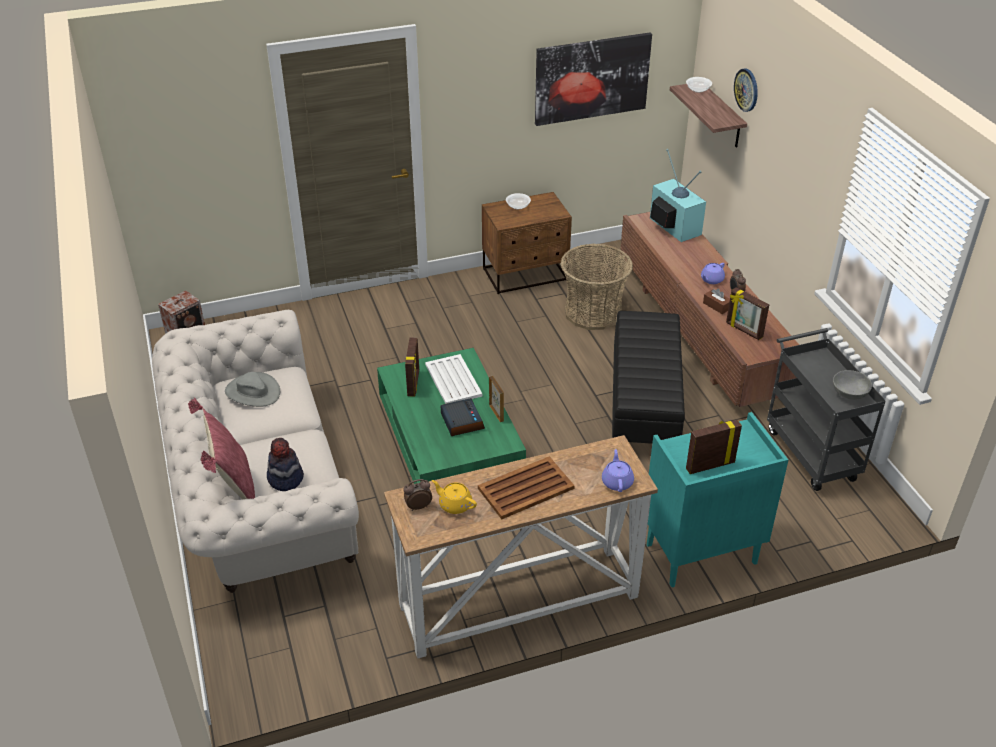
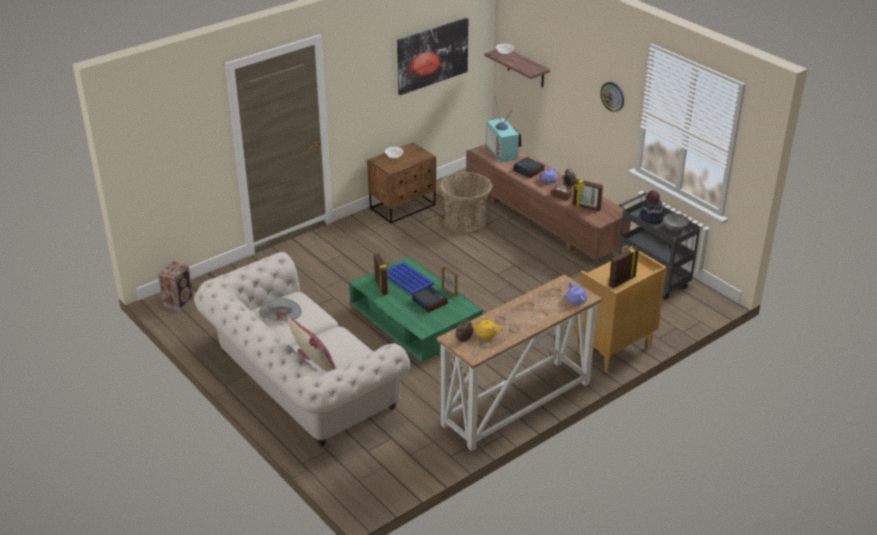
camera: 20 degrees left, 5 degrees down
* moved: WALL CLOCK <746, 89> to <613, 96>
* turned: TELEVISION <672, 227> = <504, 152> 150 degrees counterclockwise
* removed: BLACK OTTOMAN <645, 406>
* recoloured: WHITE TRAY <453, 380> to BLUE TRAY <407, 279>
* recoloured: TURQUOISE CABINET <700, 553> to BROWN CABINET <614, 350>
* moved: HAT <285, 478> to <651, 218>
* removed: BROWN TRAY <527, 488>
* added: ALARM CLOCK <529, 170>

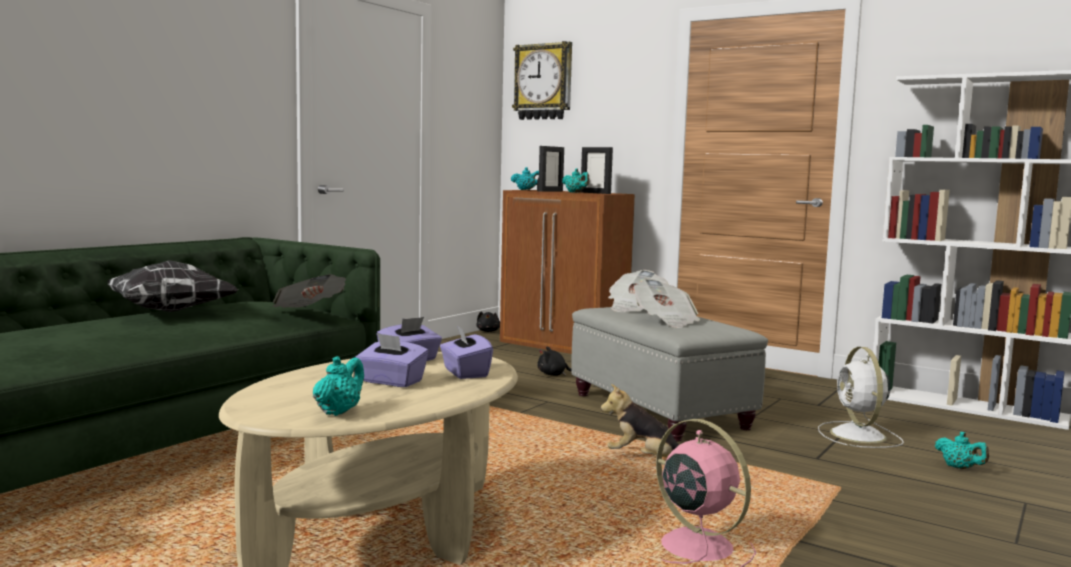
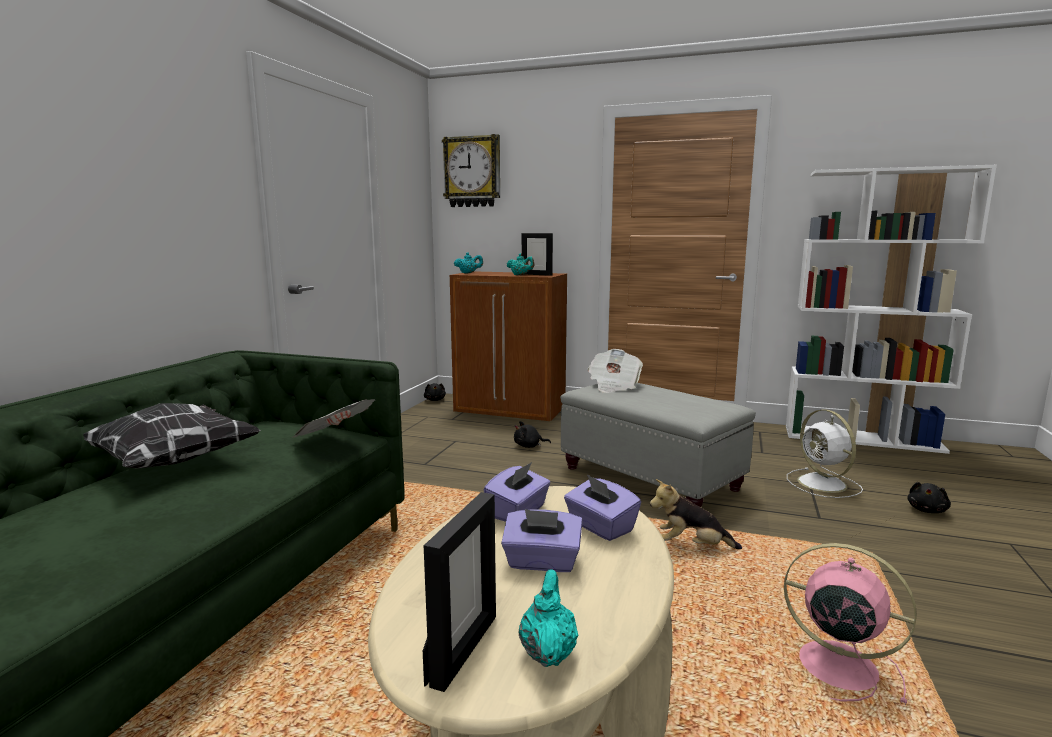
camera: 15 degrees left, 5 degrees up
* moved: PICTURE FRAME <550, 191> to <463, 648>
* removed: NEWSPAPER <665, 321>
* replaced: TURQUOISE TEAPOT <960, 468> to BLACK PLUSH TOY <927, 510>

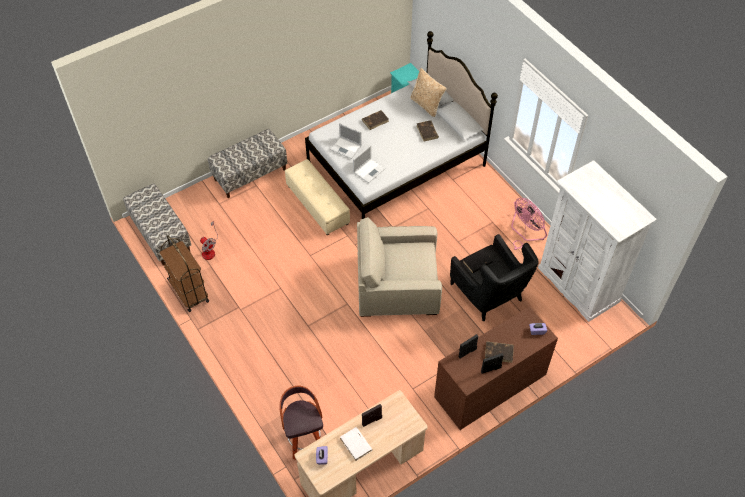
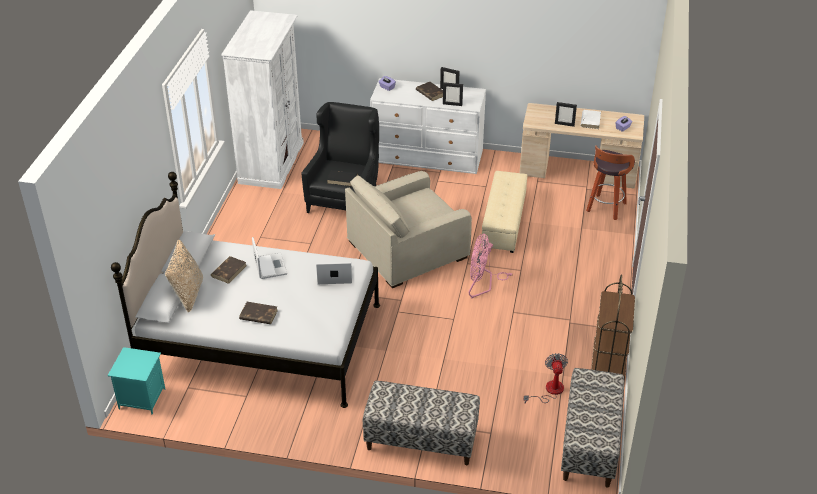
camera: 135 degrees left, 15 degrees down
* moved: LAPTOP <346, 148> to <270, 265>
* moved: BEIGE OTTOMAN <318, 204> to <503, 222>
* moved: PINK FAN <524, 232> to <483, 280>
* turned: BEIGE ARMCHAIR <396, 284> = <407, 249> 105 degrees clockwise
* recoloured: BROWN DRESSER <489, 385> to WHITE DRESSER <428, 156>

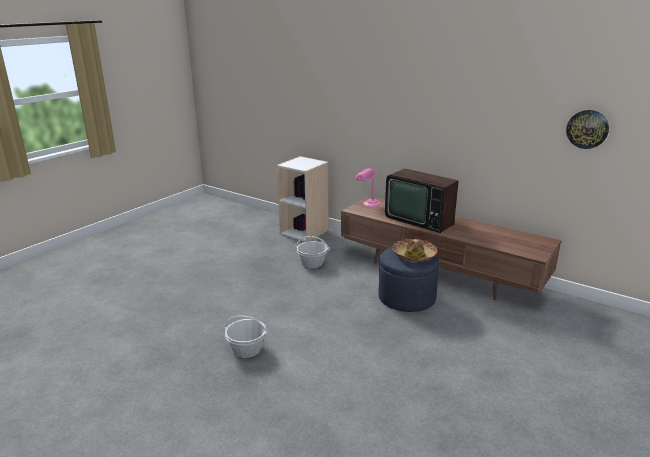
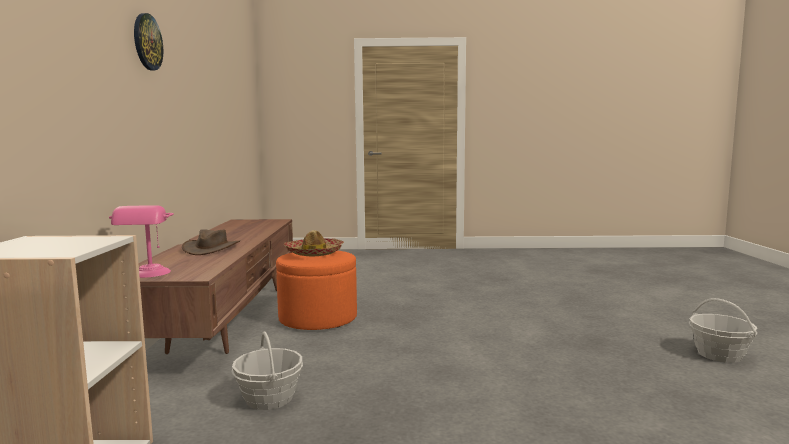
camera: 125 degrees left, 15 degrees down
* moved: WALL CLOCK <587, 129> to <147, 42>
* replaced: TELEVISION <420, 219> to BROWN HAT <211, 248>
* recoloured: BLUE OTTOMAN <406, 298> to ORANGE OTTOMAN <318, 318>
* moved: BASKET <247, 349> to <719, 355>

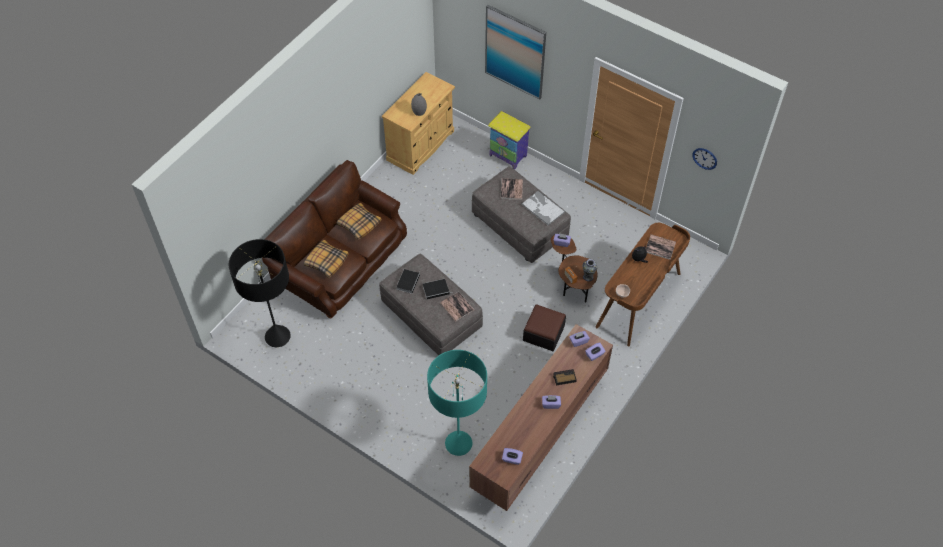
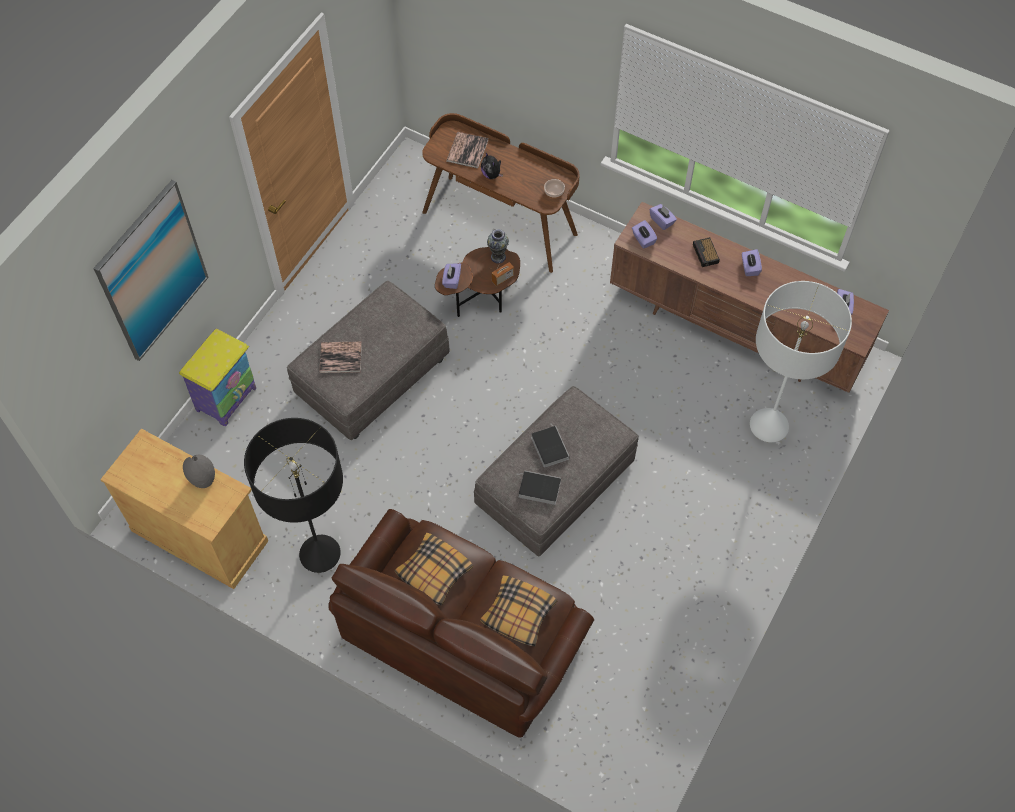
camera: 95 degrees left, 5 degrees up
* removed: WALL CLOCK <704, 158>
* removed: TRAY <542, 208>
* moved: BLACK FLOOR LAMP <278, 338> to <320, 555>
* removed: BOOK <457, 307>
* removed: OTTOMAN <543, 333>
* recoloured: TURQUOISE FLOOR LAMP <458, 444> to WHITE FLOOR LAMP <768, 427>

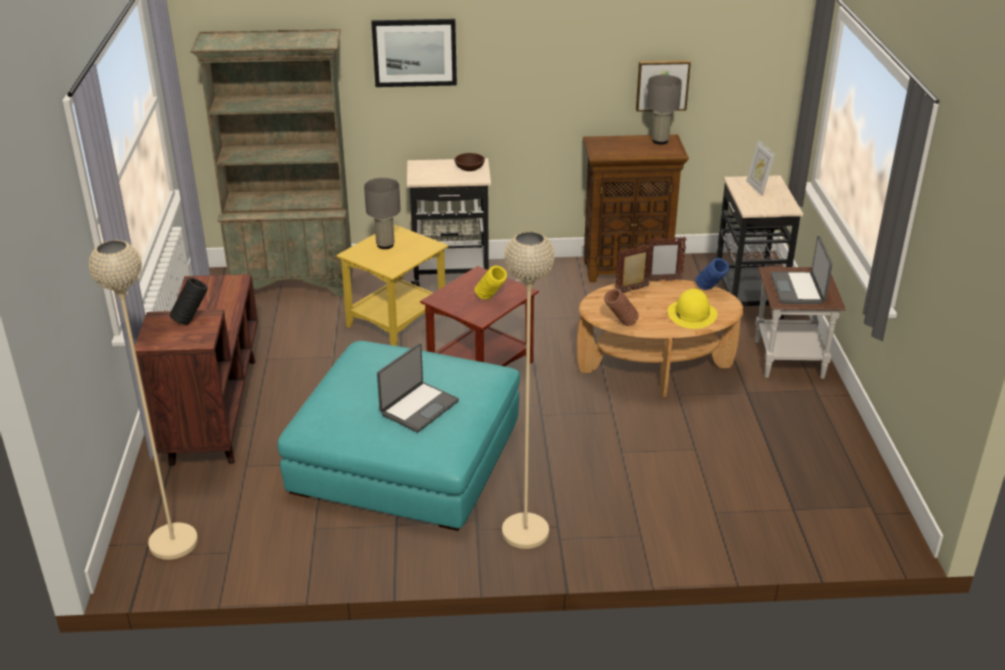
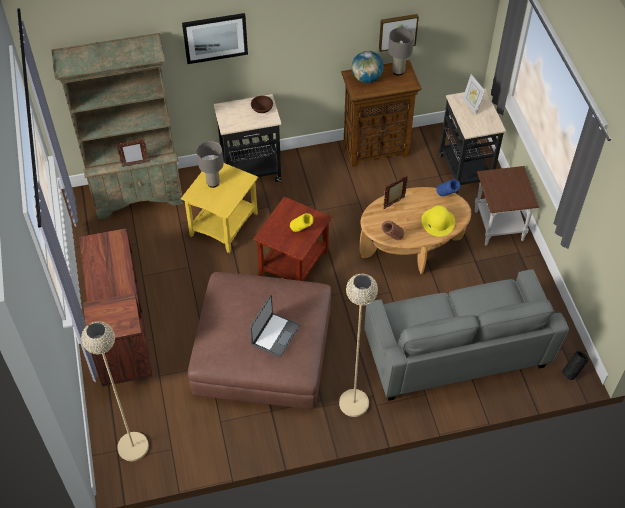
camera: 10 degrees left, 20 degrees up
* moved: PICTURE FRAME <662, 280> to <135, 164>
* removed: LAPTOP <798, 289>
* moved: BLACK VASE <192, 320> to <572, 372>
* recoloured: TURQUOISE OTTOMAN <406, 456> to BROWN OTTOMAN <263, 351>
* added: GLOBE <367, 78>
* added: GREY SOFA <456, 354>

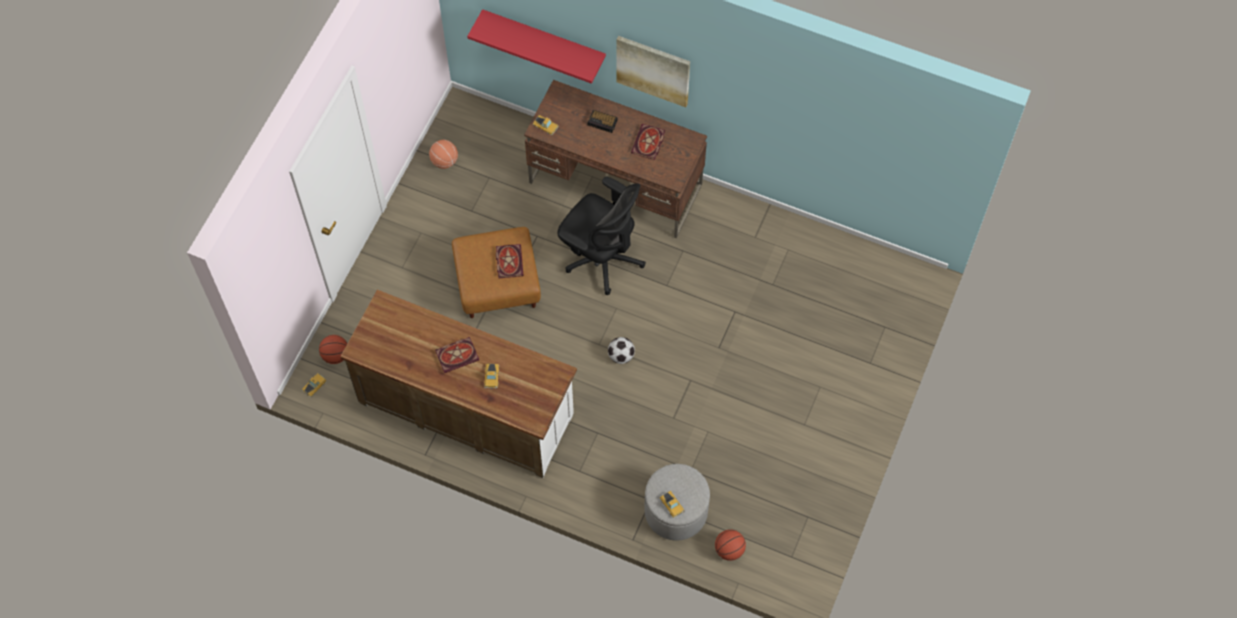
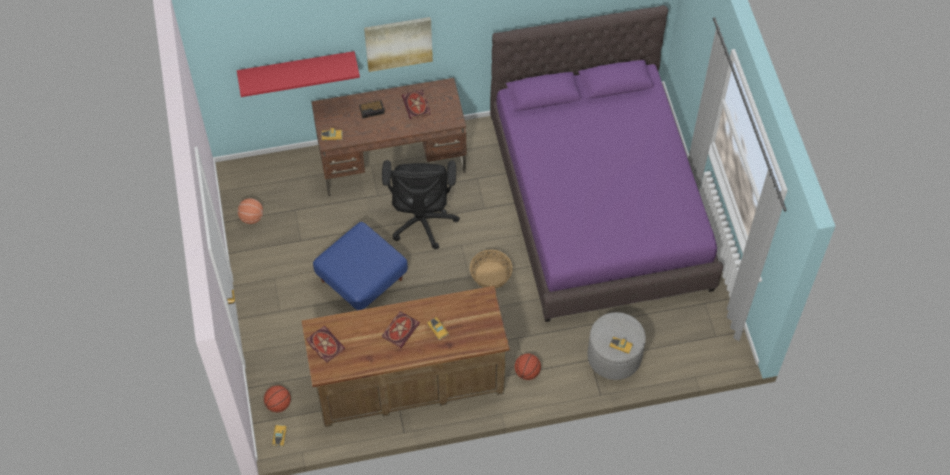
camera: 35 degrees left, 5 degrees down
* turned: BLACK OFFICE CHAIR <600, 257> = <421, 217> 90 degrees clockwise
* recoloured: BROWN OTTOMAN <497, 285> to BLUE OTTOMAN <362, 281>
* moved: BOOK <508, 261> to <324, 345>
* replaced: FOOTBALL <621, 356> to BASKET <491, 275>
* moved: BASKETBALL <729, 550> to <527, 372>
* added: PURPLE BED <599, 202>

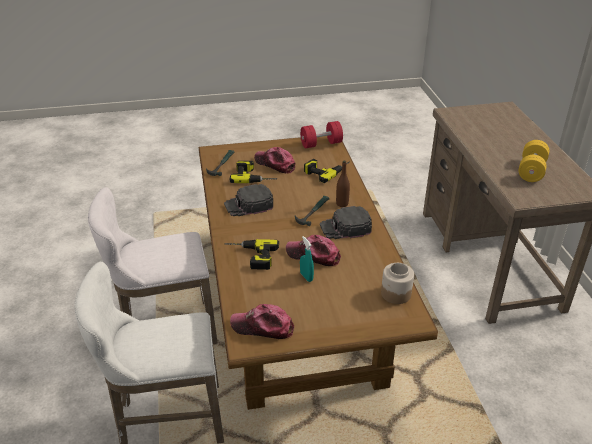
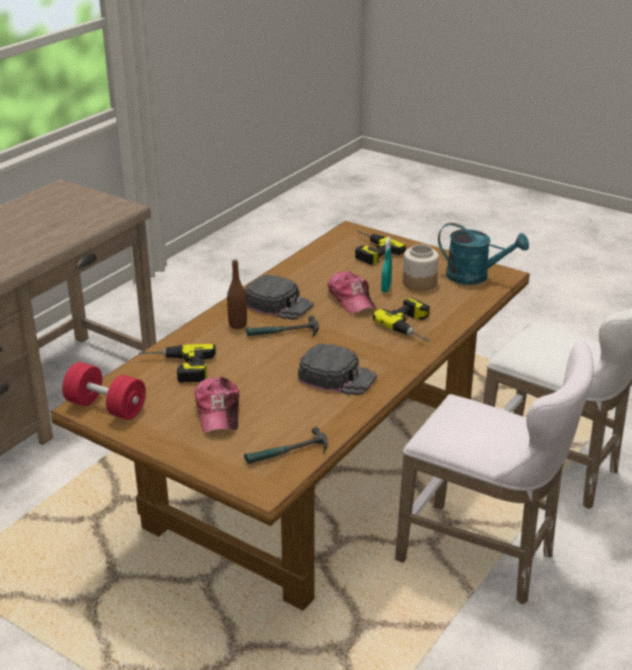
camera: 135 degrees left, 5 degrees down
* removed: YELLOW DUMBBELL <531, 171>
* moved: POWER DRILL <254, 176> to <368, 250>
* moved: JAR <395, 293> to <419, 283>
* replaced: CAP <263, 327> to TURQUOISE WATERING CAN <475, 277>

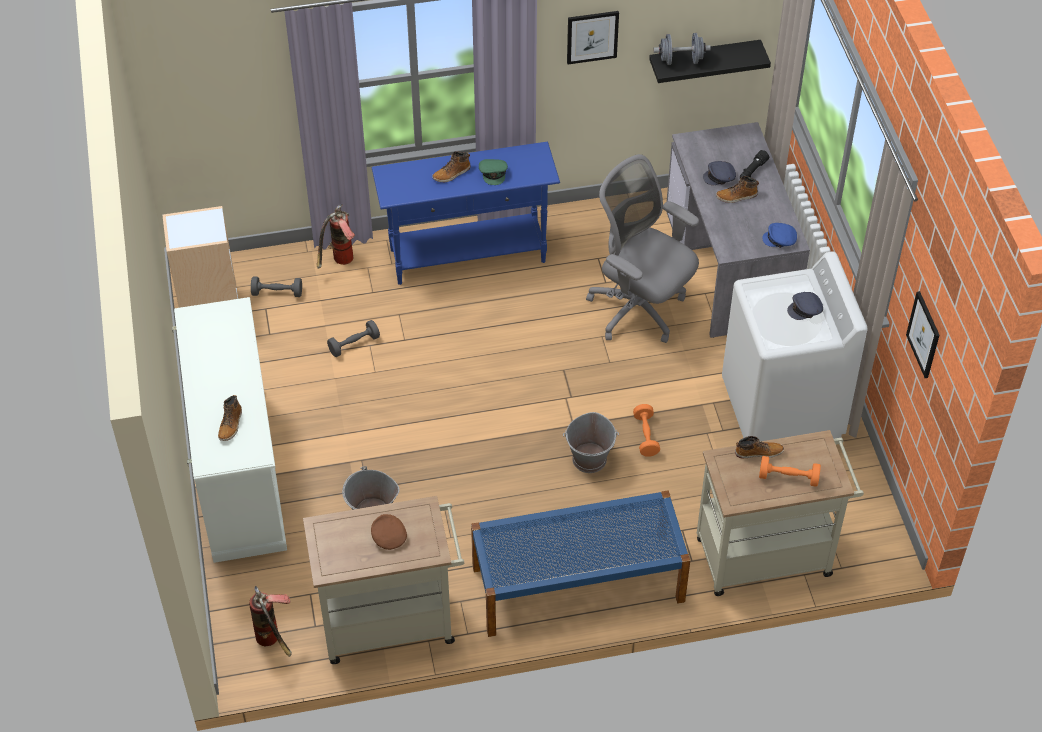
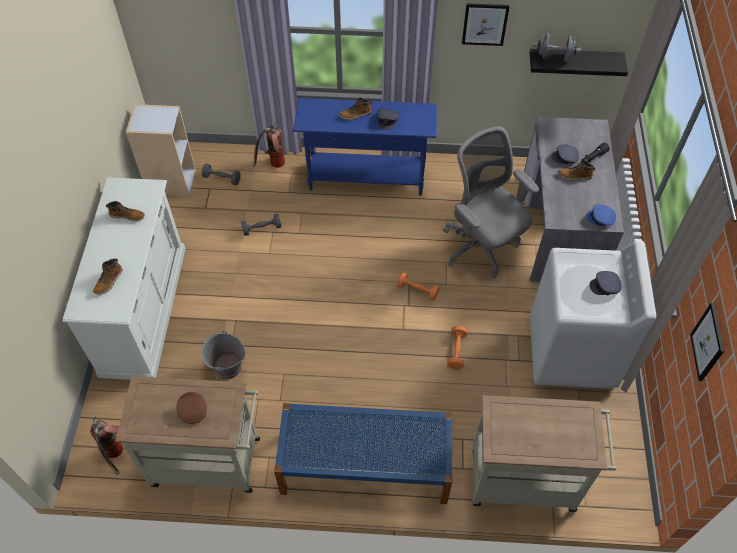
camera: 15 degrees right, 5 degrees up
* recoloured: GREEN CAP <493, 173> to GREY CAP <387, 120>
* removed: GREY BUCKET <590, 459>
* moved: BOOT <758, 452> to <127, 215>
* moved: ORANGE DUMBBELL <788, 477> to <418, 290>

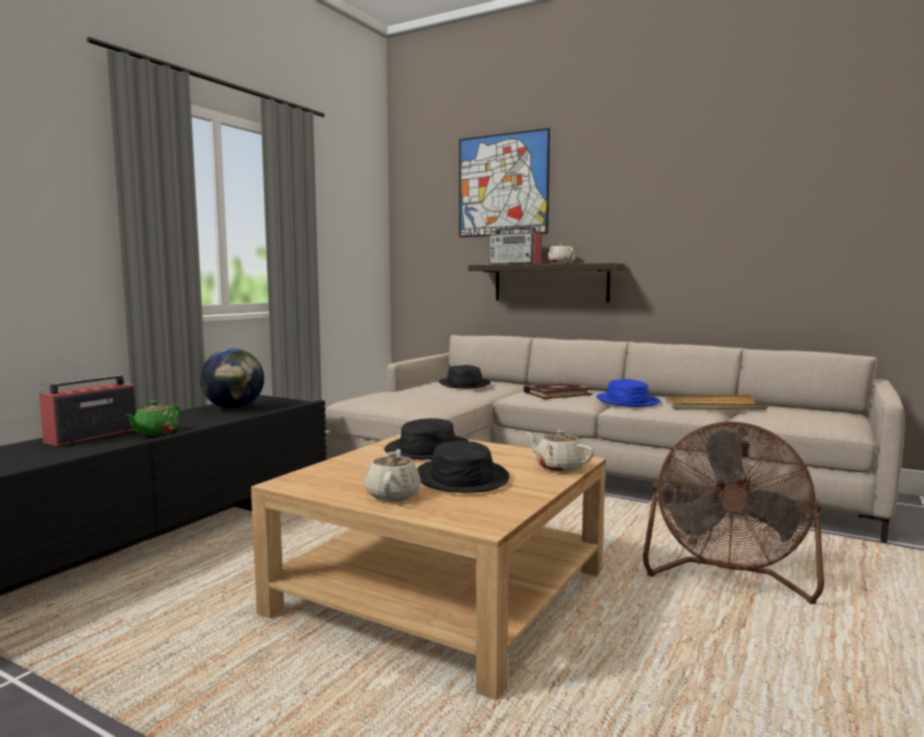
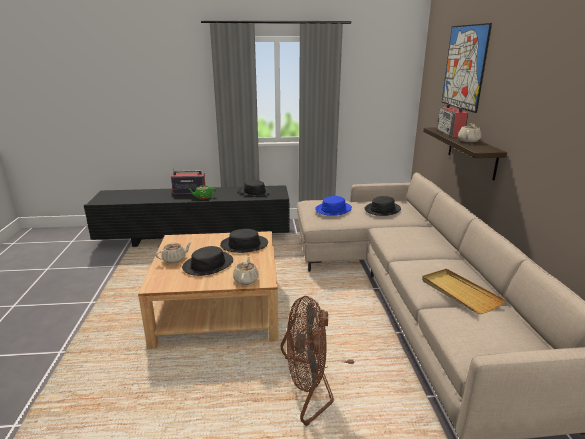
camera: 55 degrees right, 15 degrees up
* replaced: GLOBE <234, 408> to BLACK HAT <254, 192>
* moved: BLUE HAT <627, 401> to <333, 209>
* removed: BOOK <557, 393>

